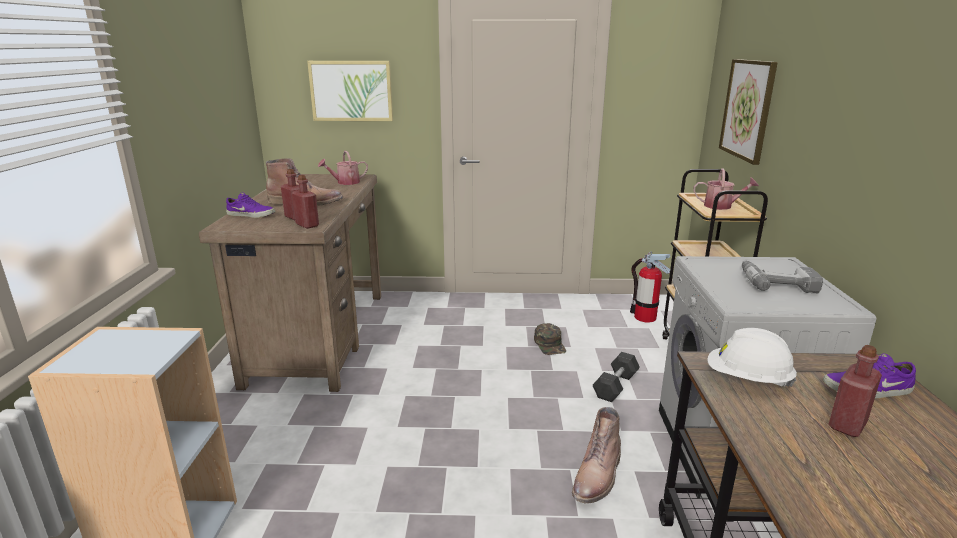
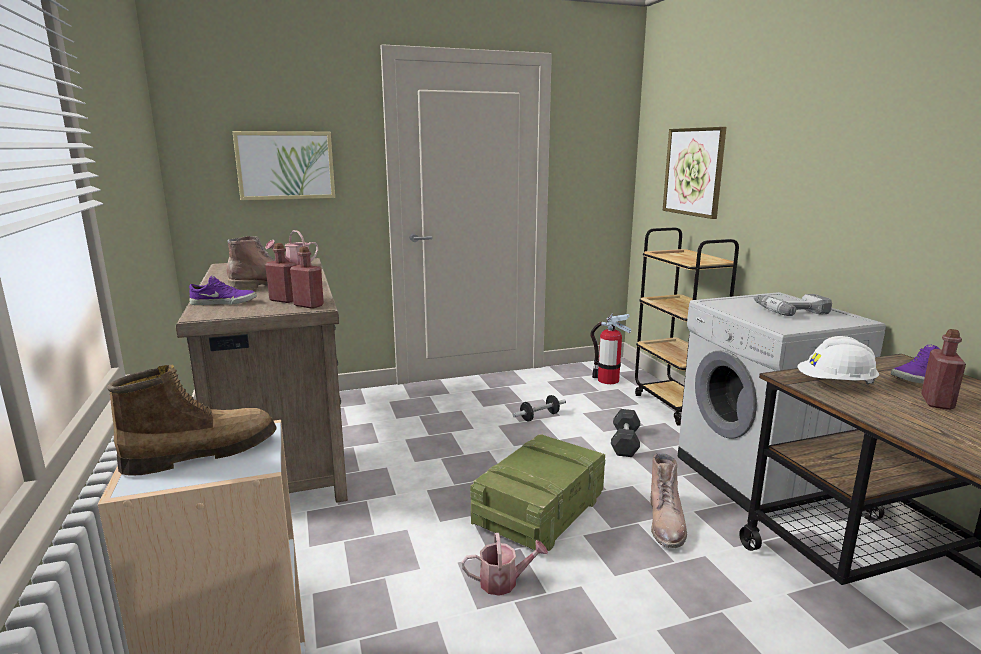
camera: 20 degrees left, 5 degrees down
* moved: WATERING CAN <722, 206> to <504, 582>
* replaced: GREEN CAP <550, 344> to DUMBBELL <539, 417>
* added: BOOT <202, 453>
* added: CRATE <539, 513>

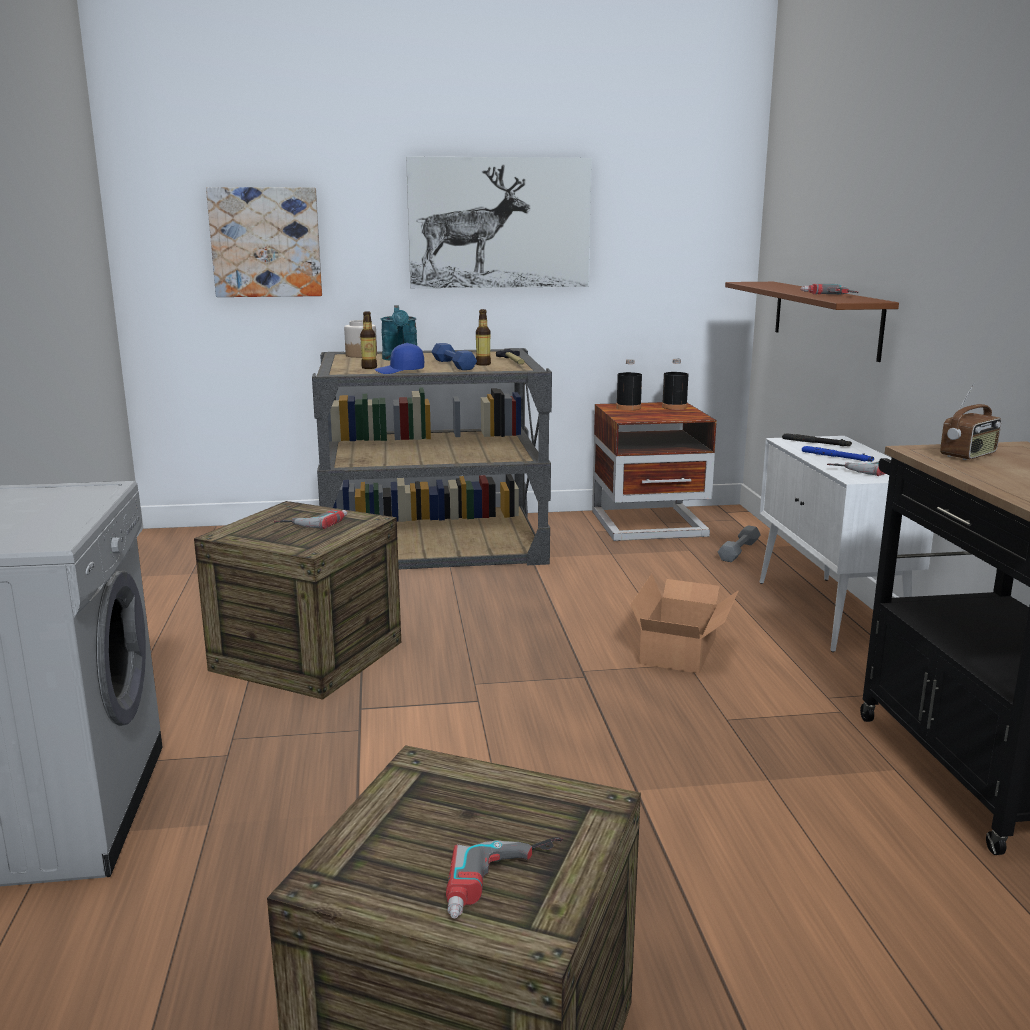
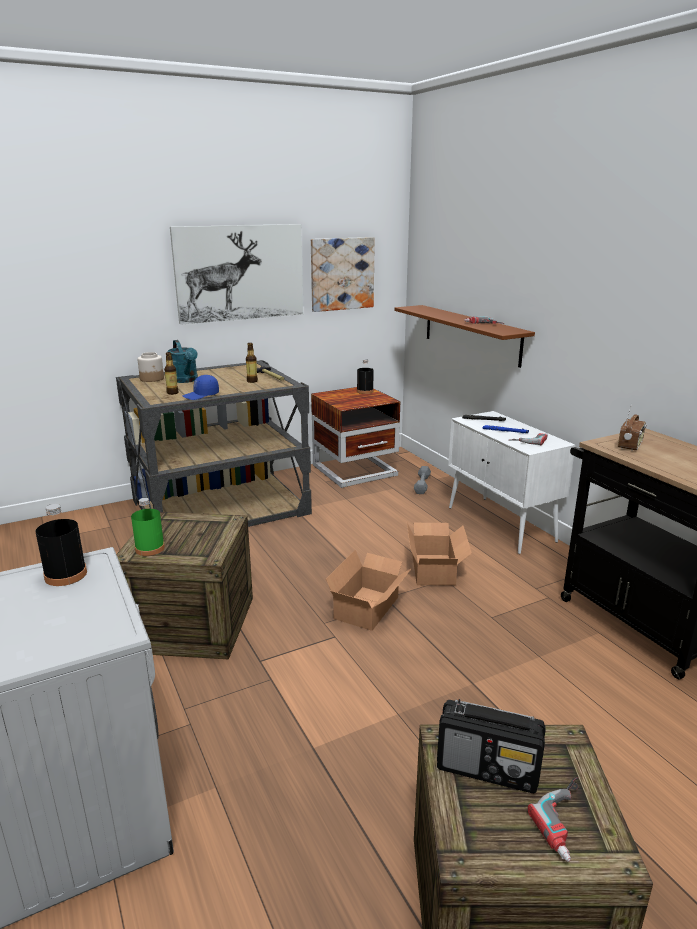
camera: 20 degrees left, 5 degrees up
* moved: PICTURE <266, 242> to <342, 274>
* removed: BLUE DUMBBELL <454, 365>
* moved: BLACK BOTTLE <628, 407> to <66, 575>
* removed: POWER DRILL <313, 522>
* added: GREEN BOTTLE <150, 548>
* added: CARDBOARD BOX <370, 608>
* added: RADIO <488, 769>

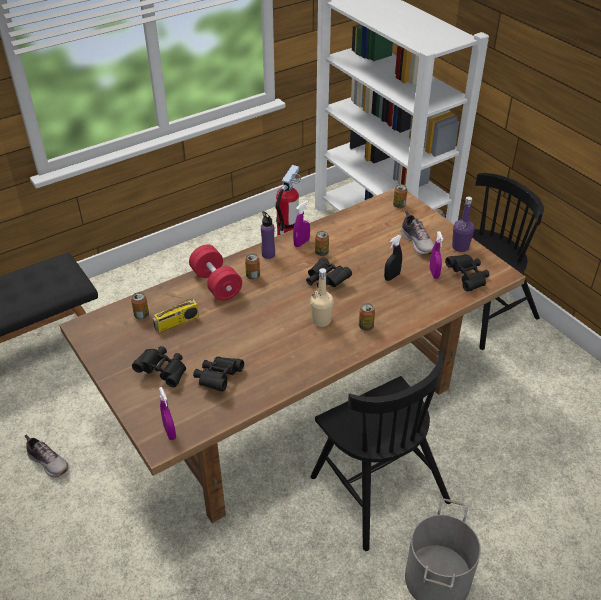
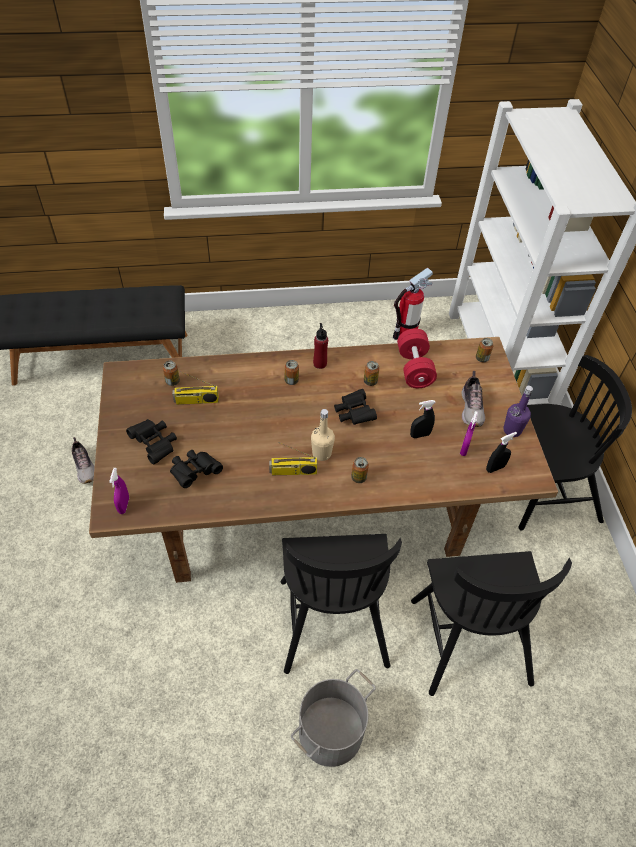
camera: 25 degrees right, 10 degrees up
* removed: PURPLE SPRAY BOTTLE <301, 243>
* recoloured: PURPLE BOTTLE <268, 254> to RED BOTTLE <320, 363>
* moved: RED DUMBBELL <216, 284> to <414, 368>
* replaced: BLACK BINOCULARS <467, 278> to BLACK SPRAY BOTTLE <495, 468>
* added: RADIO <293, 472>
* added: BLACK CHAIR <468, 633>

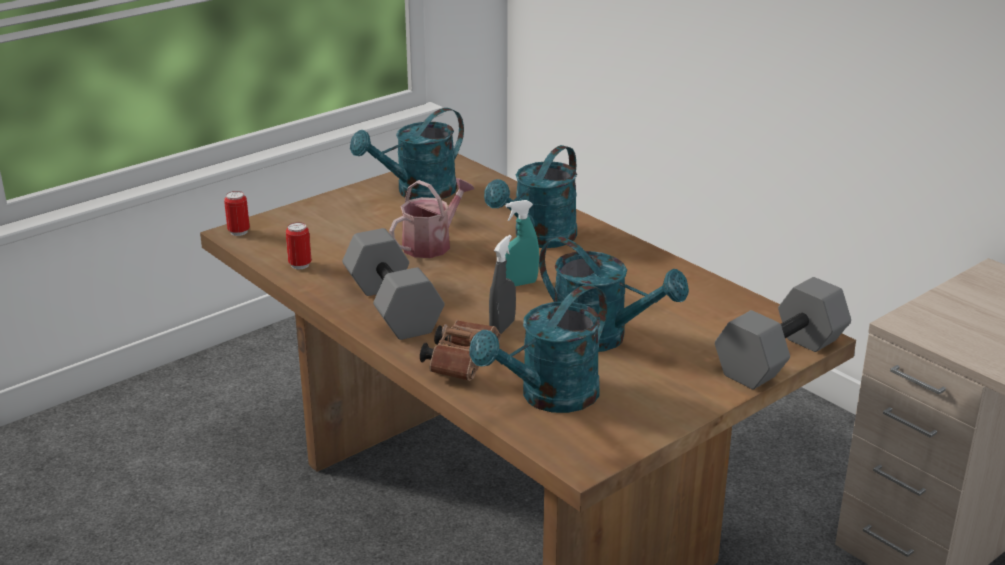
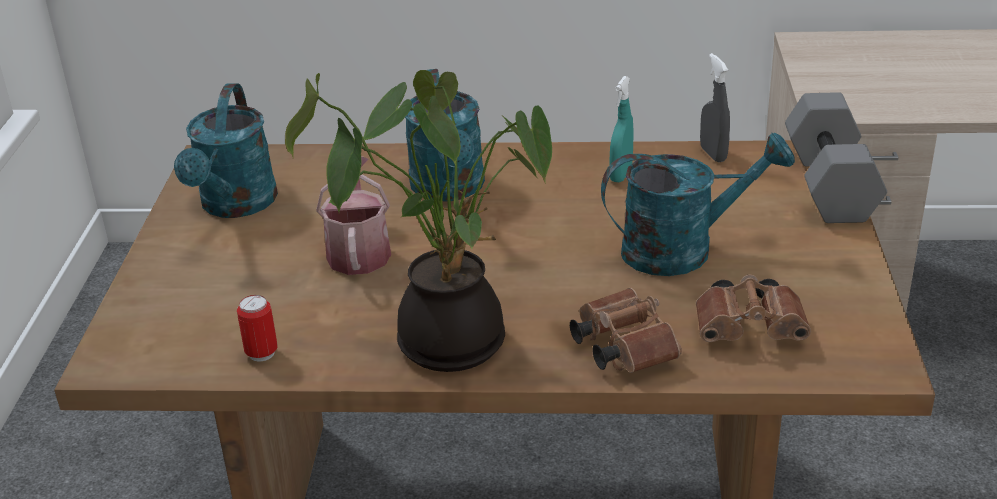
camera: 45 degrees left, 5 degrees up
* removed: CAN <239, 232>
* moved: TURQUOISE SPRAY BOTTLE <519, 284> to <621, 175>
* replaced: GREY DUMBBELL <390, 307> to POTTED PLANT <448, 337>
* moved: GREY SPRAY BOTTLE <502, 327> to <713, 154>
* replaced: TURQUOISE WATERING CAN <549, 398> to BROWN BINOCULARS <752, 329>

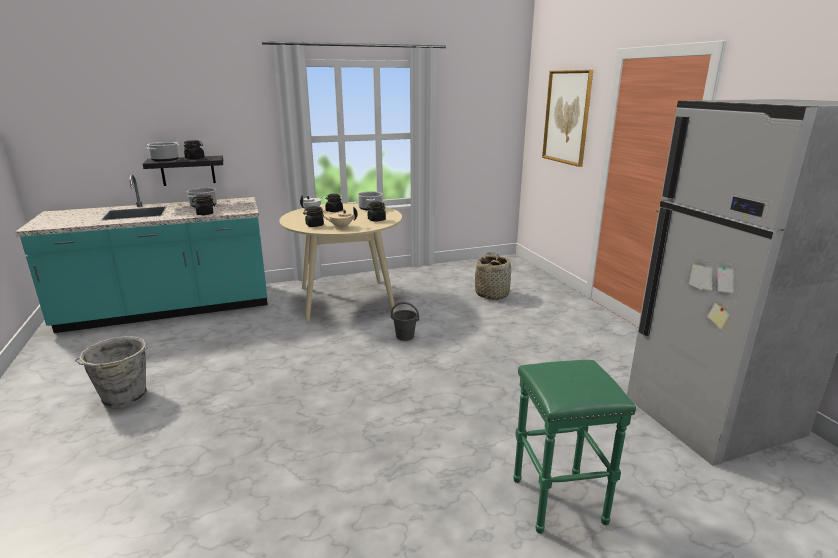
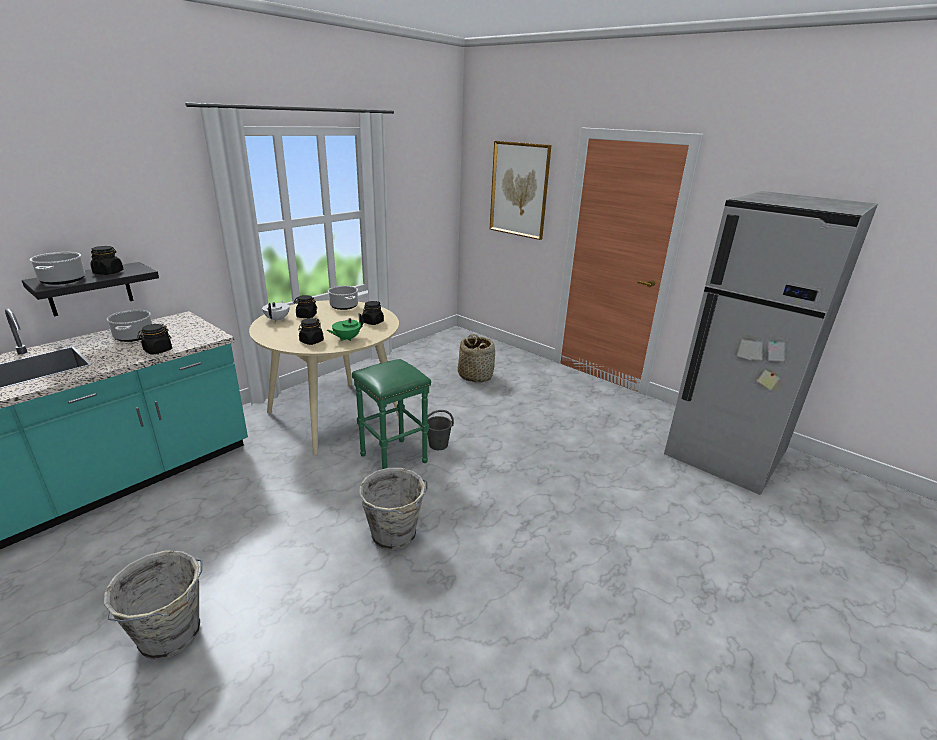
camera: 30 degrees left, 5 degrees up
* recoloured: BEIGE TEAPOT <341, 227> to GREEN TEAPOT <346, 339>
* moved: GREEN STOOL <556, 499> to <392, 458>
* added: GREY BUCKET <394, 536>

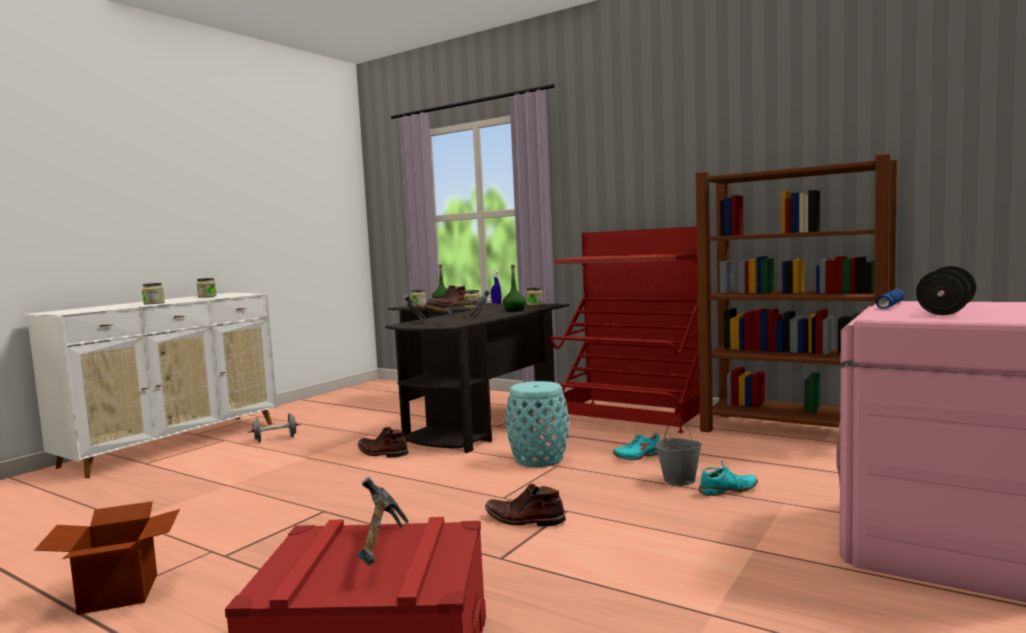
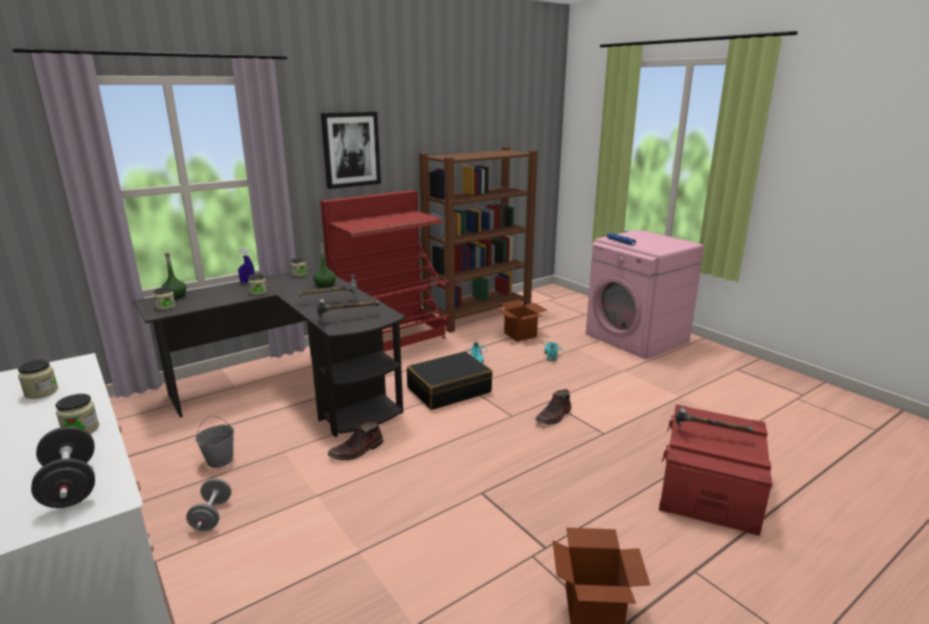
camera: 70 degrees left, 15 degrees up
* moved: BLACK DUMBBELL <946, 311> to <71, 486>
* removed: BROWN BOOT <449, 305>
* replaced: TURQUOISE STOOL <538, 459> to BLACK SUITCASE <449, 390>
* moved: GREY BUCKET <680, 480> to <220, 460>
* added: PICTURE <351, 149>
* added: CARDBOARD BOX <520, 335>

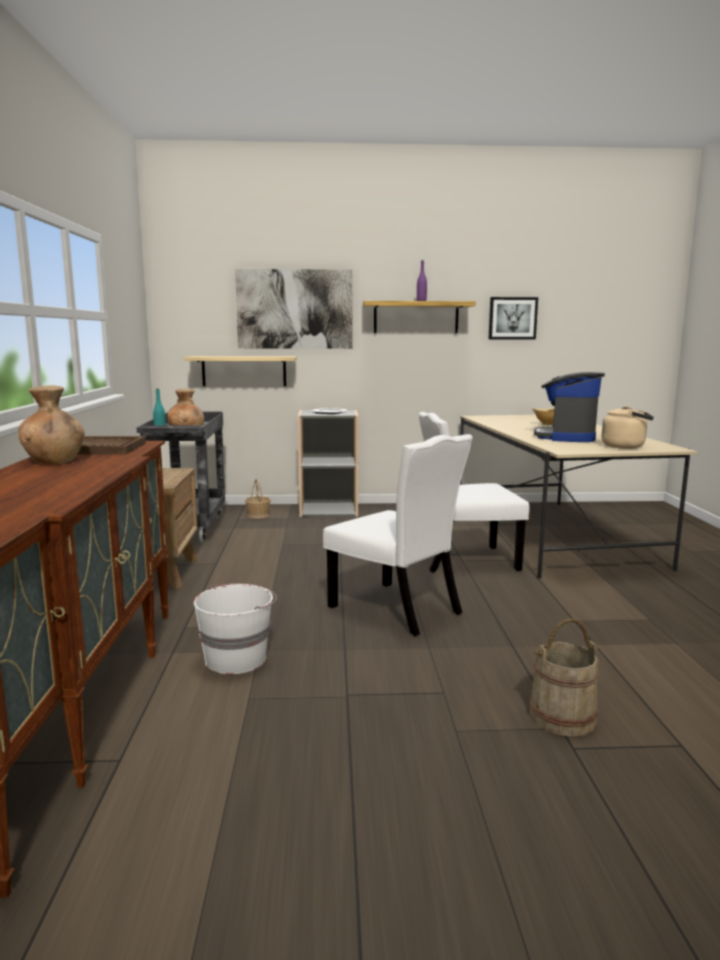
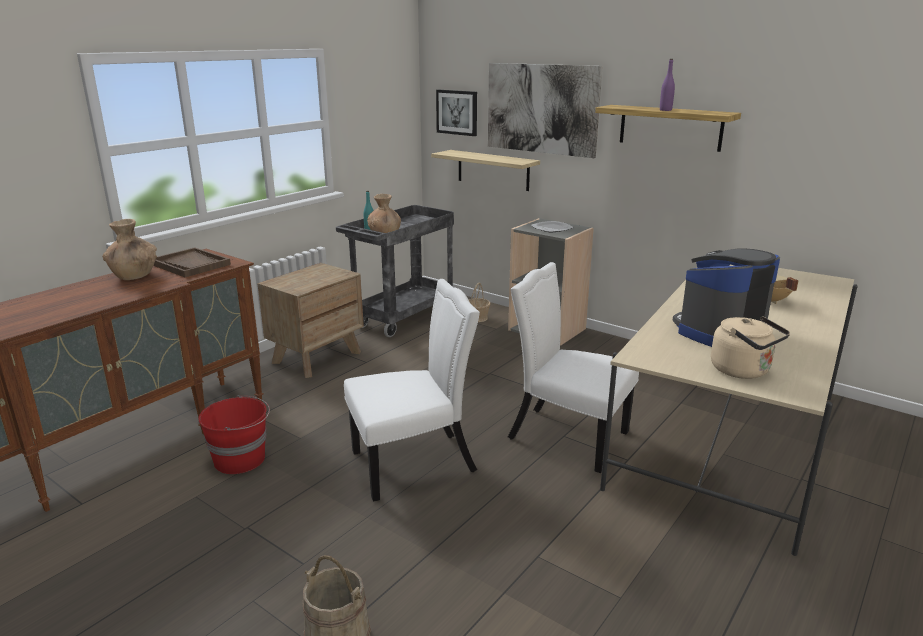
camera: 40 degrees right, 10 degrees up
* moved: PICTURE <512, 318> to <457, 112>
* turned: WHITE CHAIR <394, 608> = <411, 464> 105 degrees counterclockwise
* recoloured: WHITE BUCKET <237, 658> to RED BUCKET <241, 459>

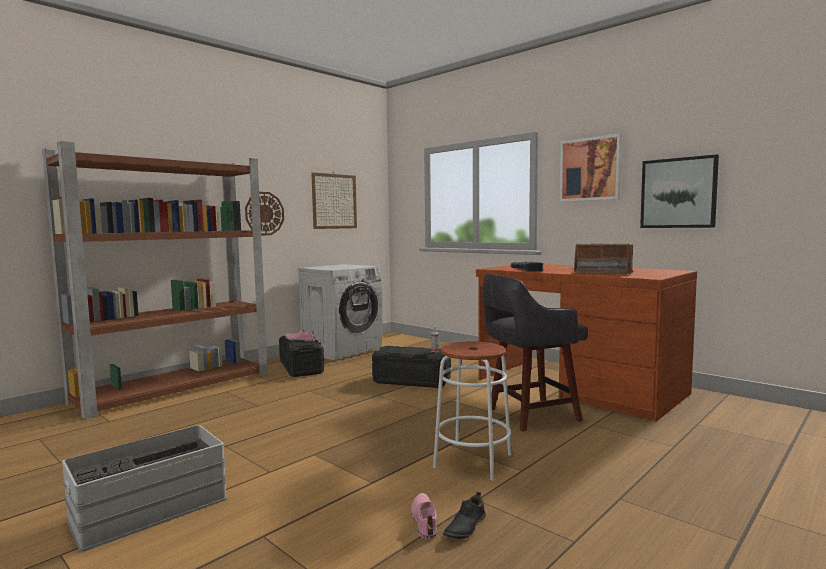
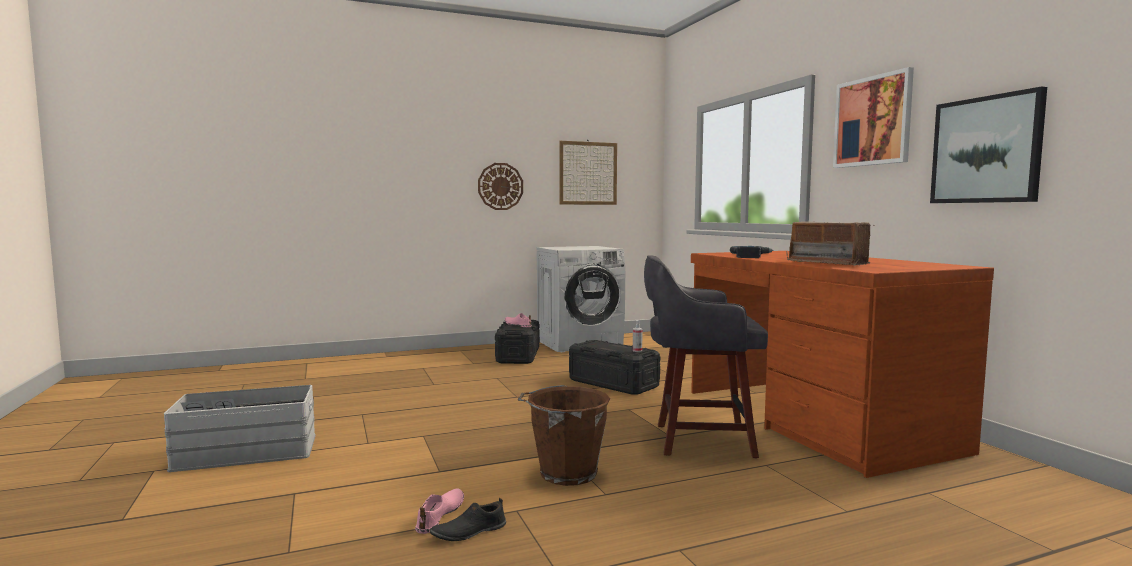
camera: 25 degrees right, 0 degrees up
* removed: BROWN BOOKCASE <175, 388>
* replaced: WHITE STOOL <473, 461> to BROWN BUCKET <565, 473>

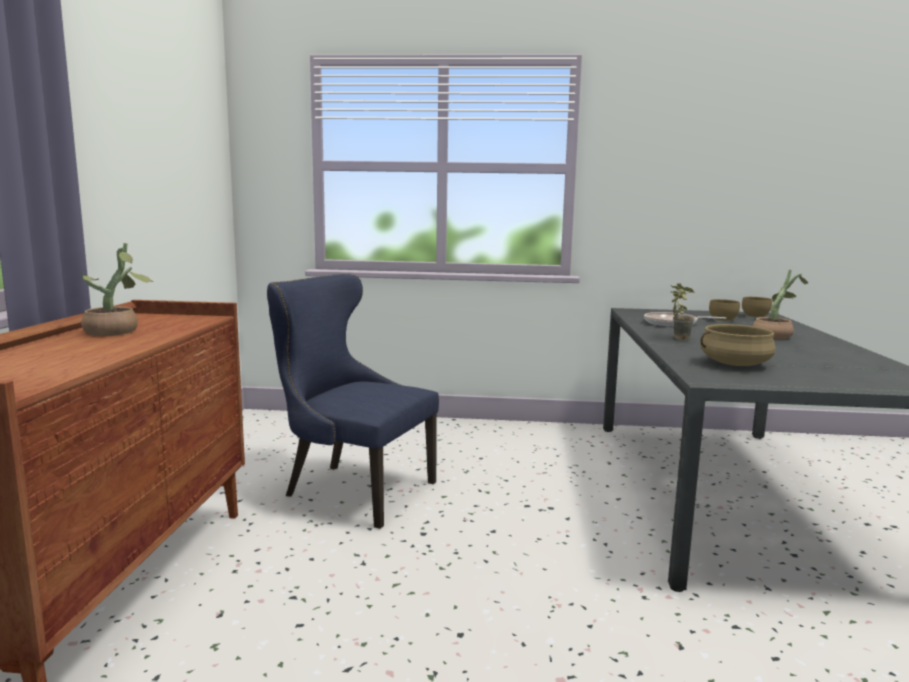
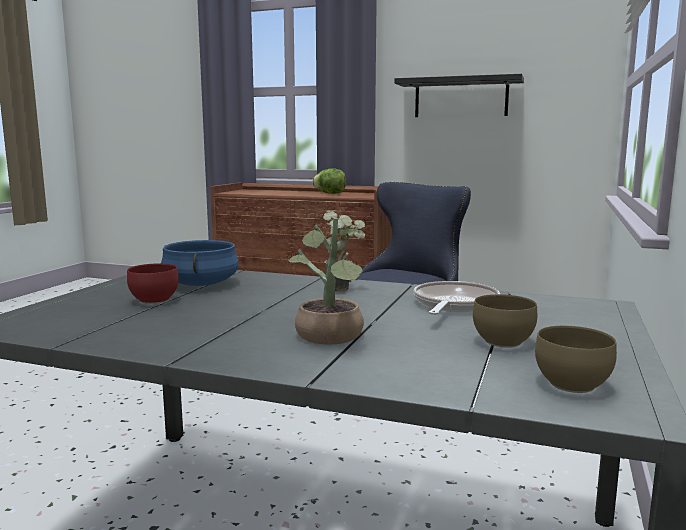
camera: 105 degrees right, 0 degrees up
* replaced: POTTED PLANT <117, 332> to LETTUCE <330, 193>
* recoloured: BEIGE COOKING POT <735, 364> to BLUE COOKING POT <201, 284>
* added: BLACK SHELF <461, 98>
* added: RED BOWL <153, 301>

